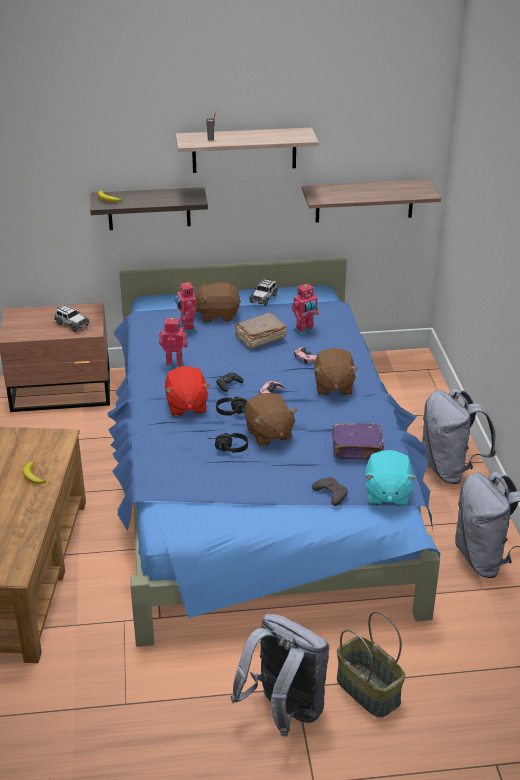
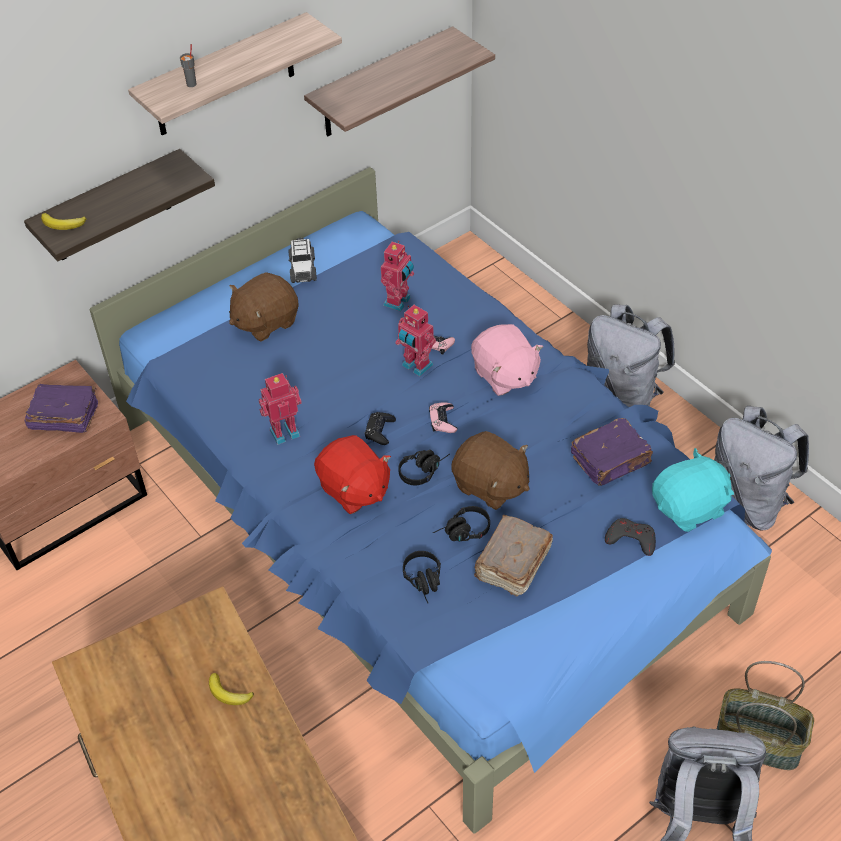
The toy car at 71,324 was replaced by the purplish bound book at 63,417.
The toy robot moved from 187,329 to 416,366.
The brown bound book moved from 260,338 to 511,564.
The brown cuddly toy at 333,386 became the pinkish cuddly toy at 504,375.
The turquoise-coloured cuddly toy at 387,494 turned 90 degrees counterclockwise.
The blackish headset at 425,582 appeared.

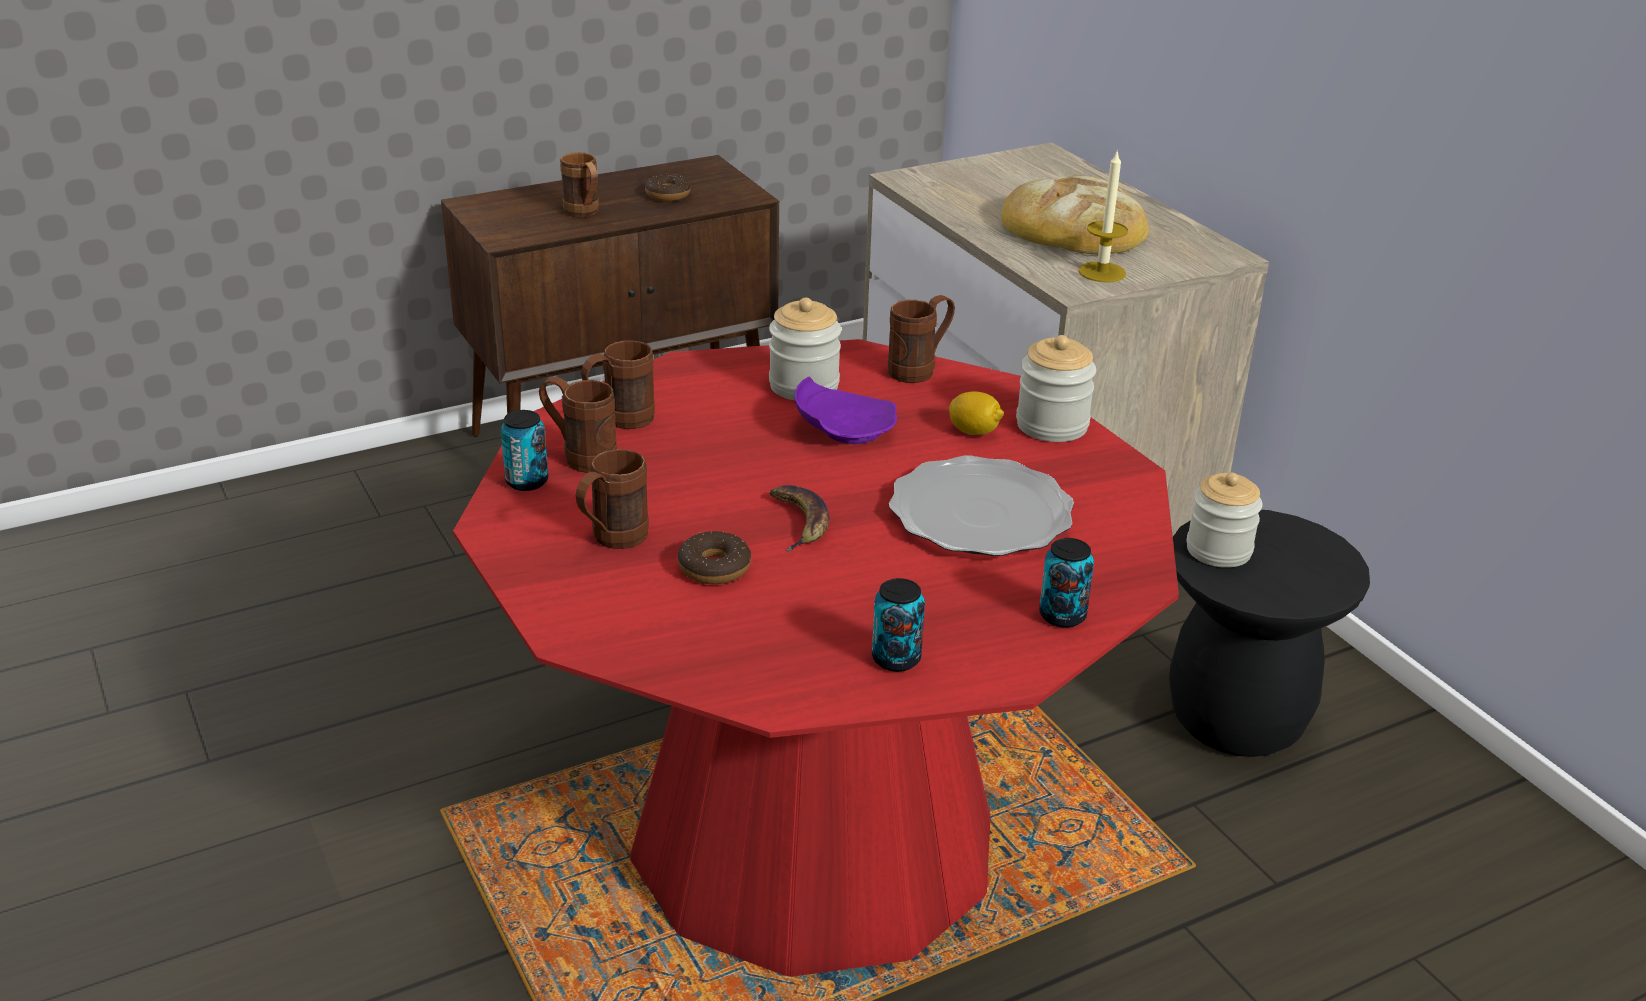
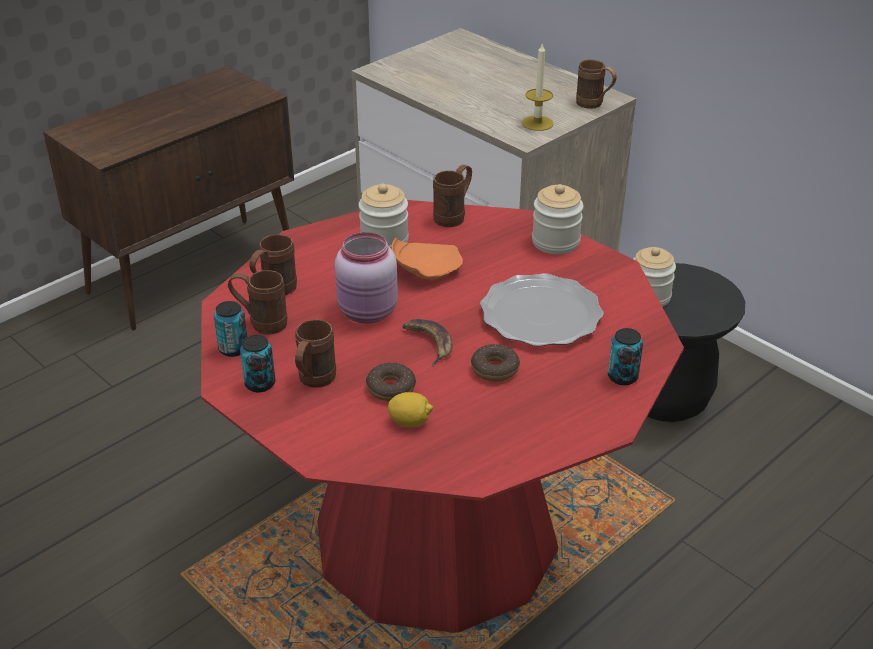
The brown coffee mug moved from 584,214 to 594,105.
The ring doughnut moved from 668,195 to 495,369.
The purplish dinner plate at 843,430 became the orange dinner plate at 425,270.
The metal can moved from 896,659 to 260,384.
The lemon moved from 974,431 to 410,422.
The bread at 1074,227 disappeared.
The pinkish preserve jar at 368,313 appeared.

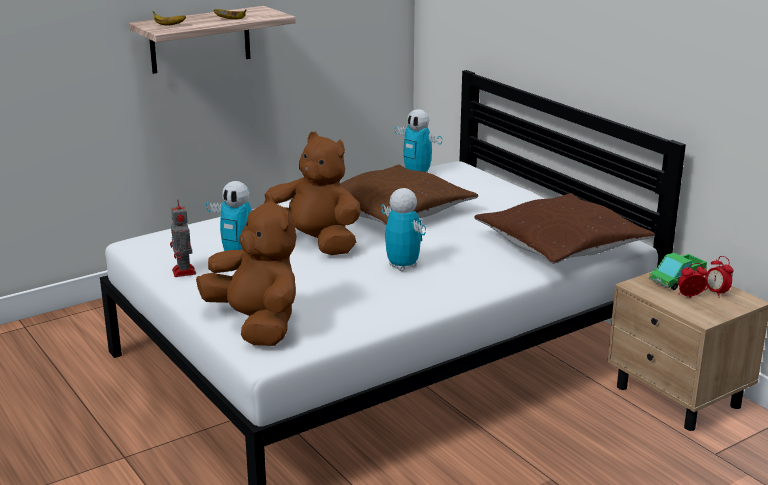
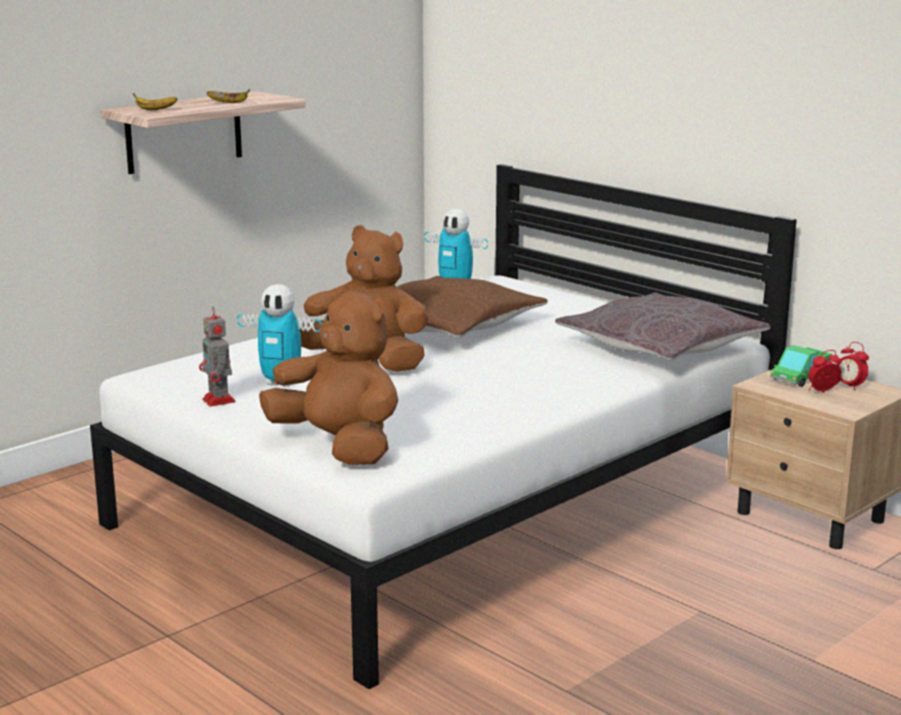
The toy robot at 402,266 disappeared.
The brown pillow at 561,244 became the grey pillow at 660,346.

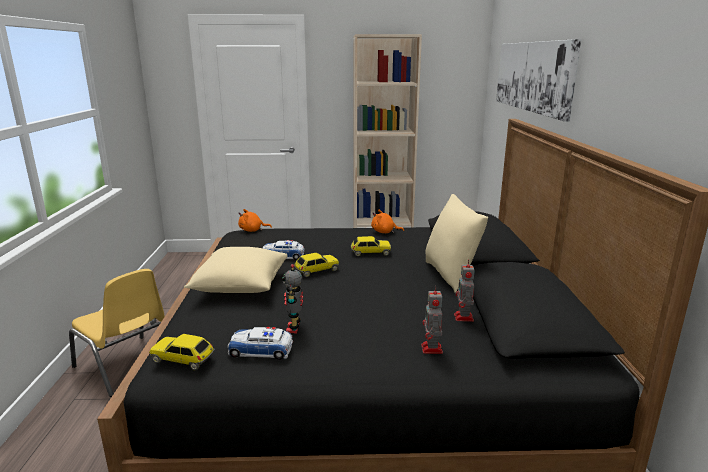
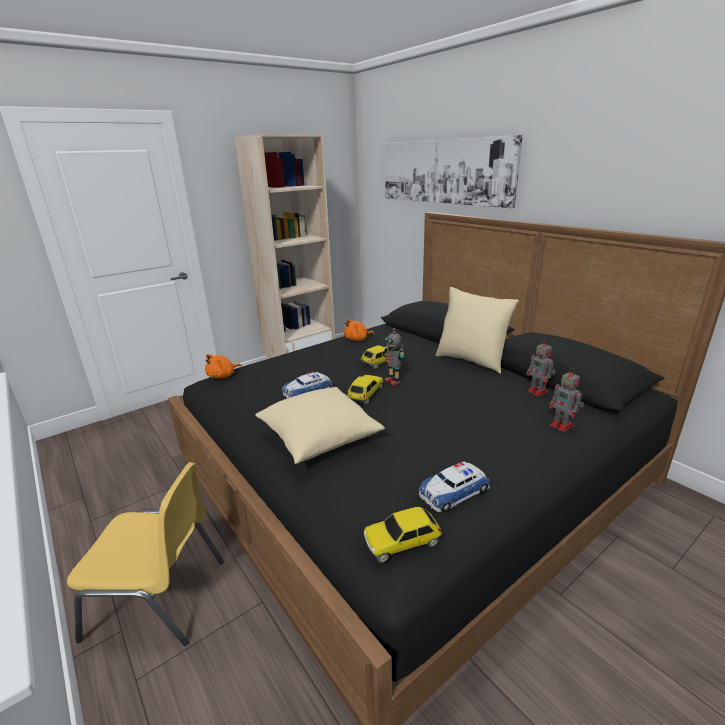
The toy robot moved from 294,328 to 393,381.

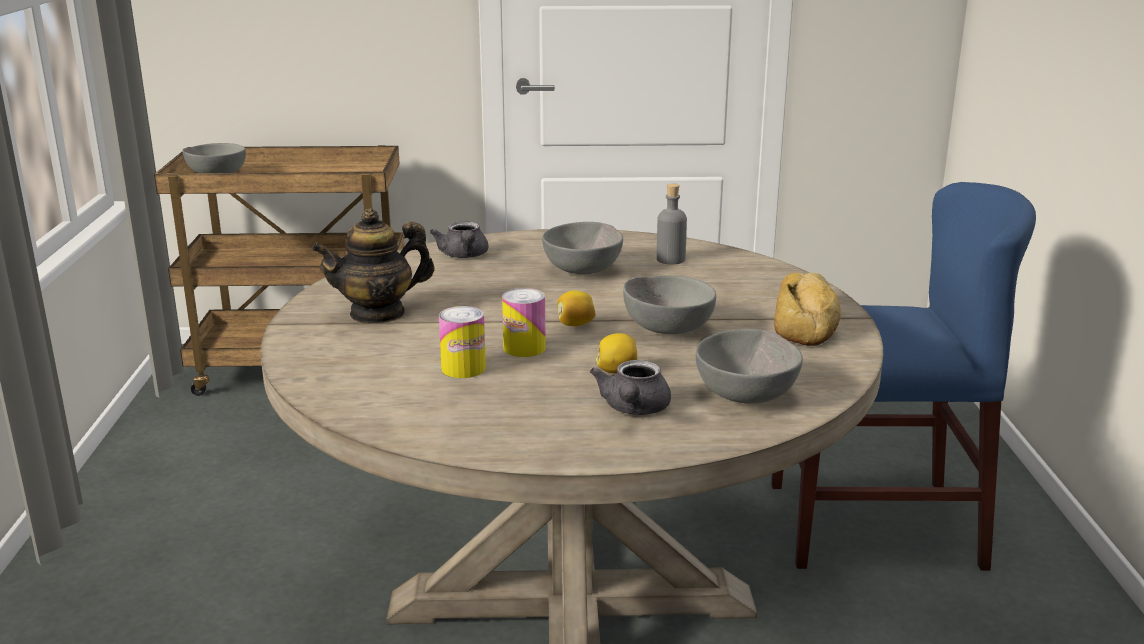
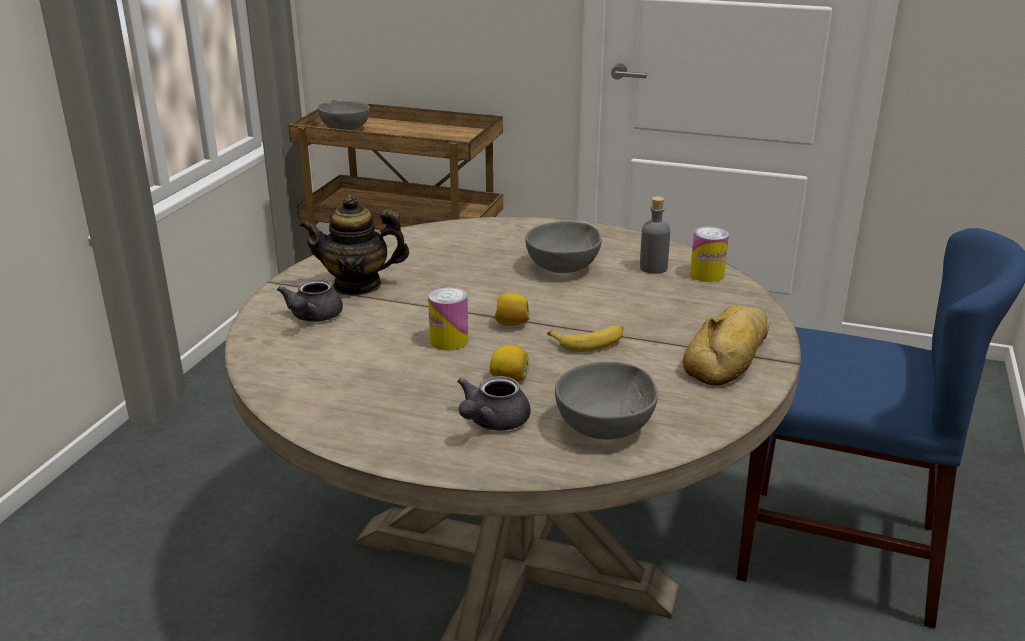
The grey tea pot moved from 464,256 to 313,317.
The metal can moved from 463,368 to 707,274.
The grey serving bowl at 667,329 was replaced by the whole banana at 589,342.

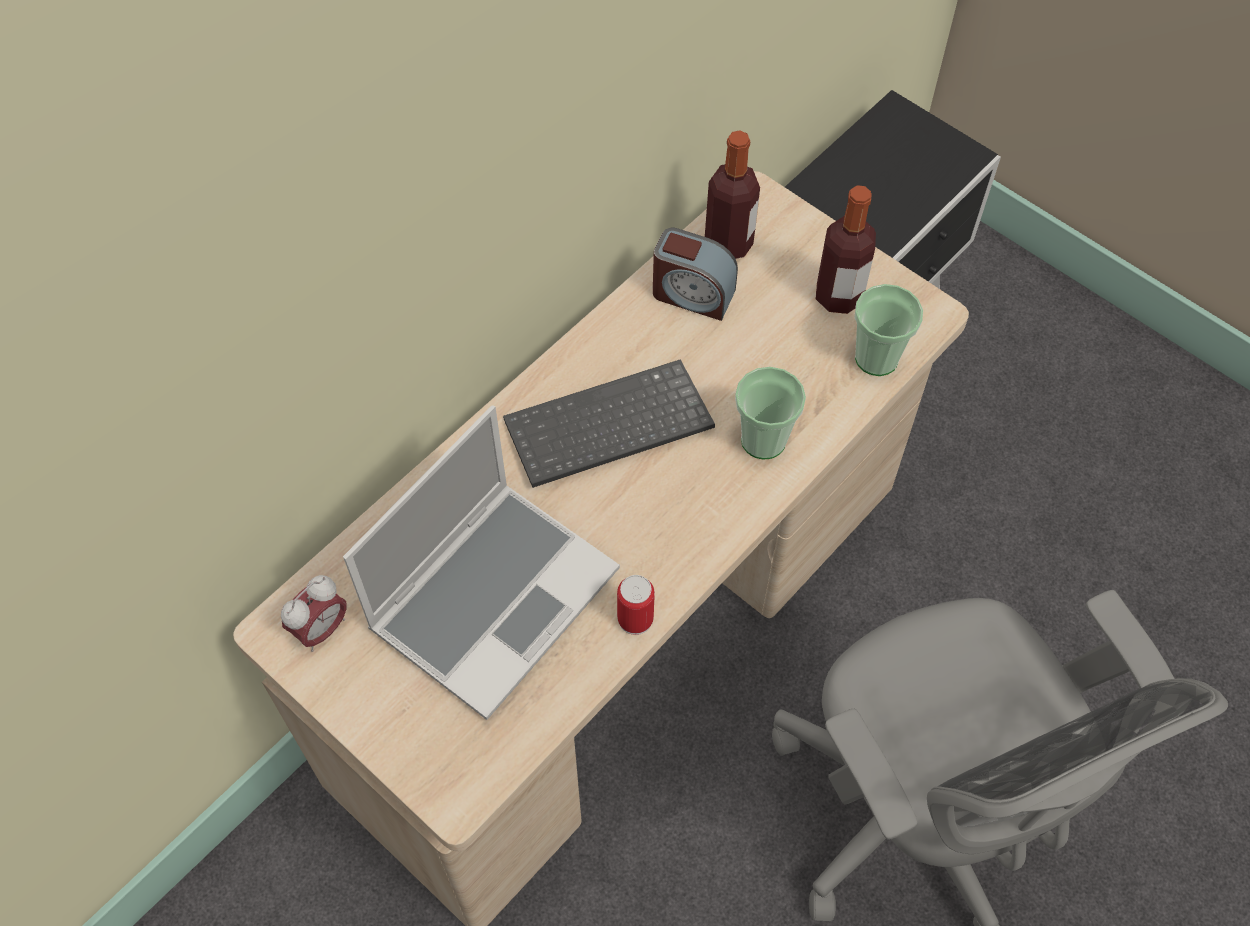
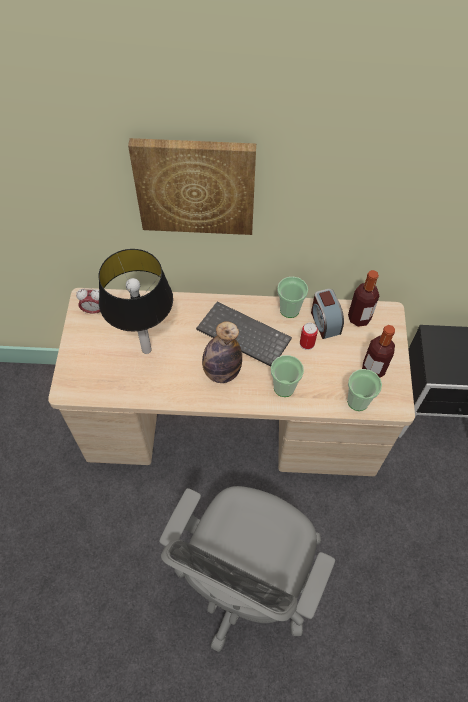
The notebook computer at 494,596 was replaced by the tabletop lamp at 147,349.
The metal can moved from 635,619 to 307,344.
The wall art at 195,186 appeared.
The drink bottle at 221,372 appeared.
The cup at 289,309 appeared.

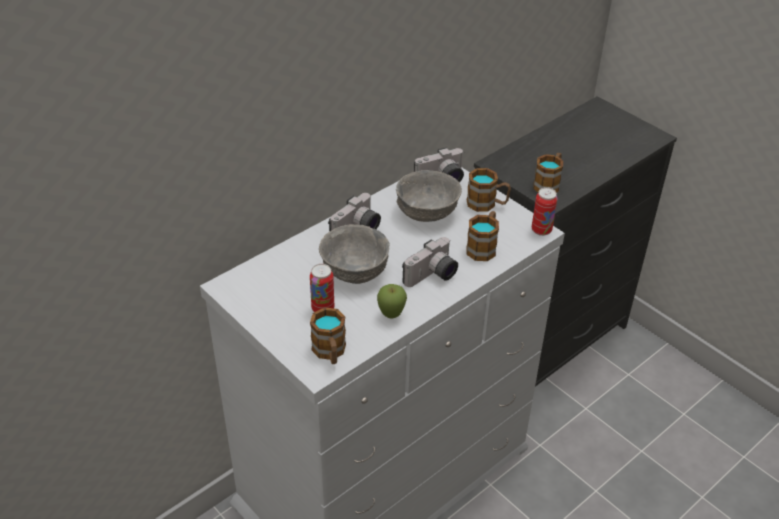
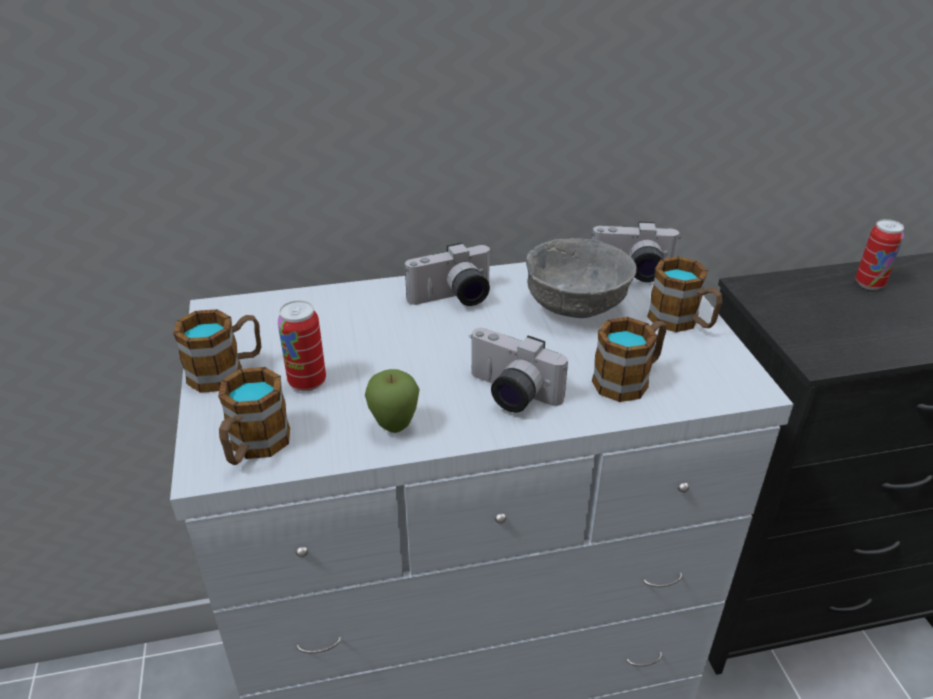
The grey serving bowl at 355,270 disappeared.
The still camera at 432,276 turned 45 degrees clockwise.
The metal can moved from 541,230 to 869,284.
The coffee mug moved from 548,183 to 227,371.

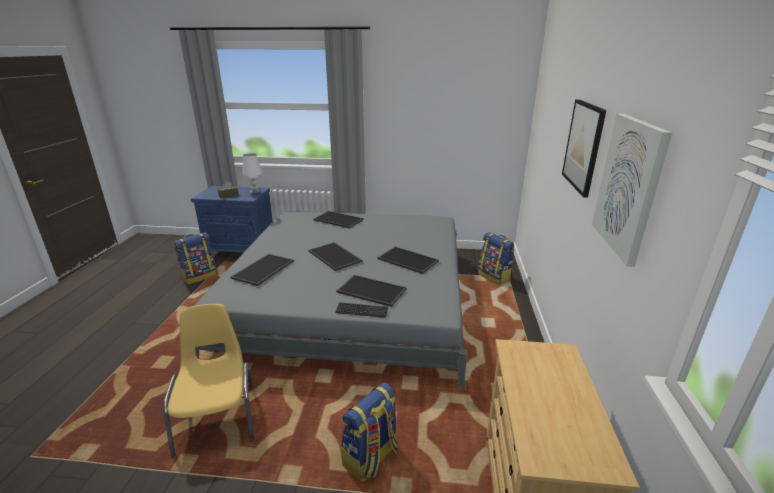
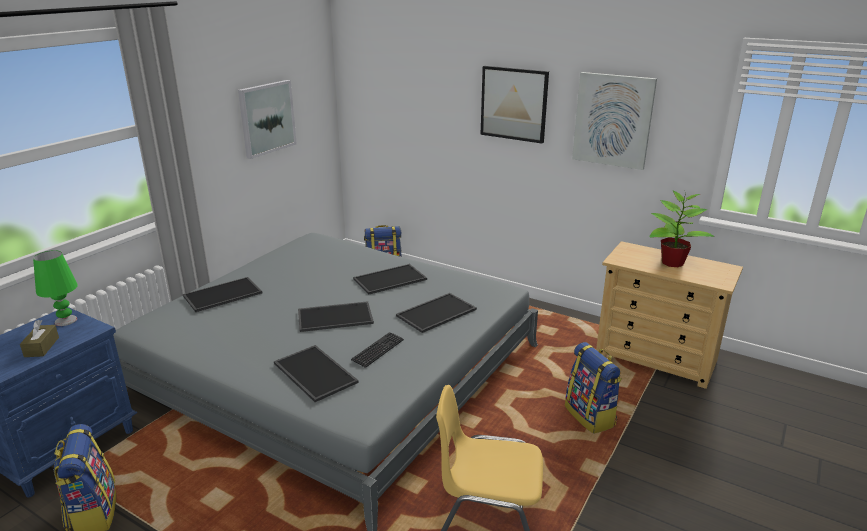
The whitish tabletop lamp at 255,191 became the green-coloured tabletop lamp at 66,320.
The PC keyboard moved from 362,311 to 378,350.
The wall art at 267,118 appeared.
The houseplant at 671,262 appeared.

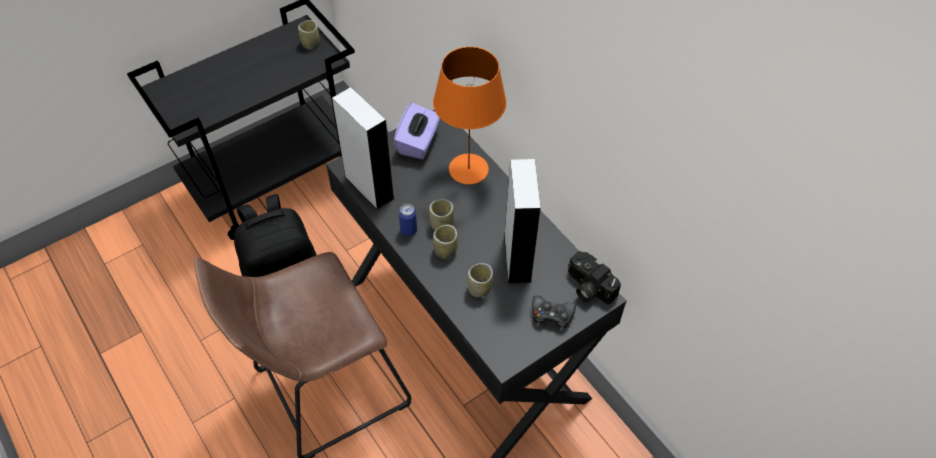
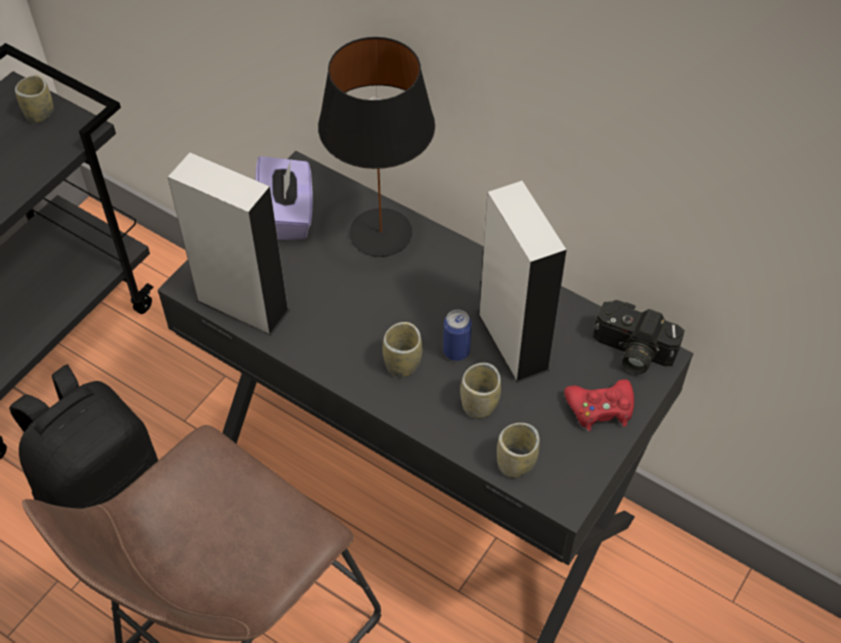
The metal can moved from 408,230 to 456,351.
The cup moved from 441,224 to 516,463.
The orange tabletop lamp at 469,169 became the blackish tabletop lamp at 382,232.
The blackish joypad at 551,315 became the red joypad at 600,408.

